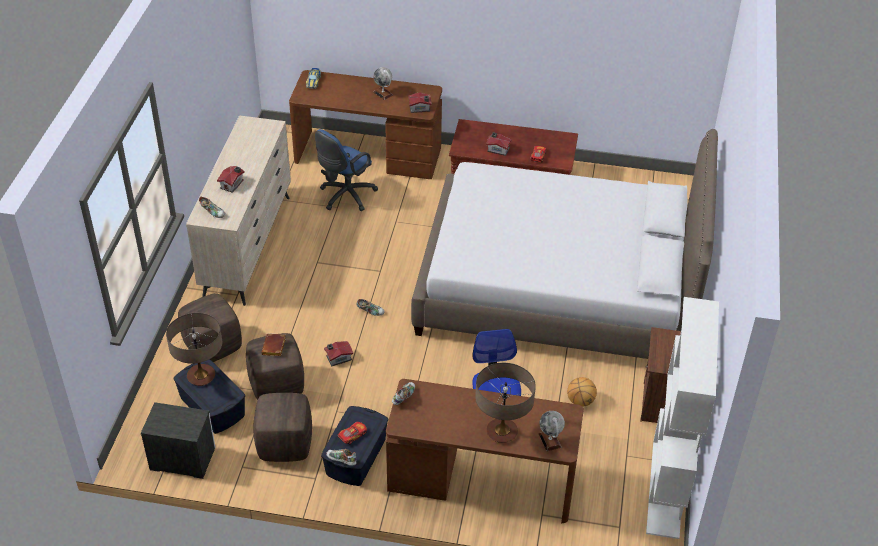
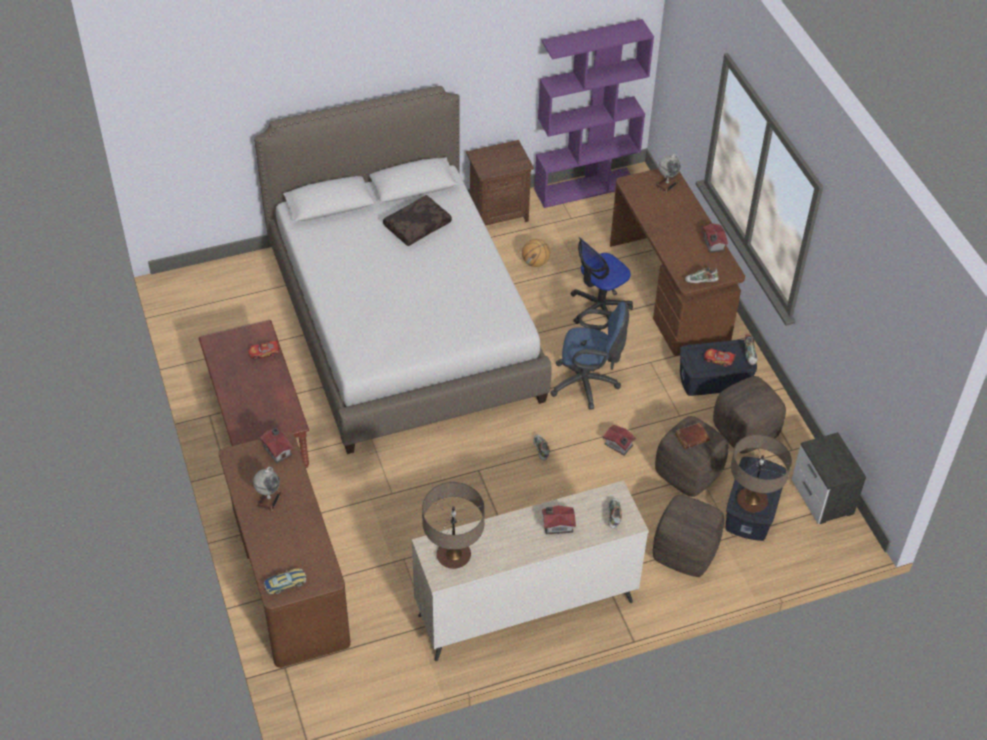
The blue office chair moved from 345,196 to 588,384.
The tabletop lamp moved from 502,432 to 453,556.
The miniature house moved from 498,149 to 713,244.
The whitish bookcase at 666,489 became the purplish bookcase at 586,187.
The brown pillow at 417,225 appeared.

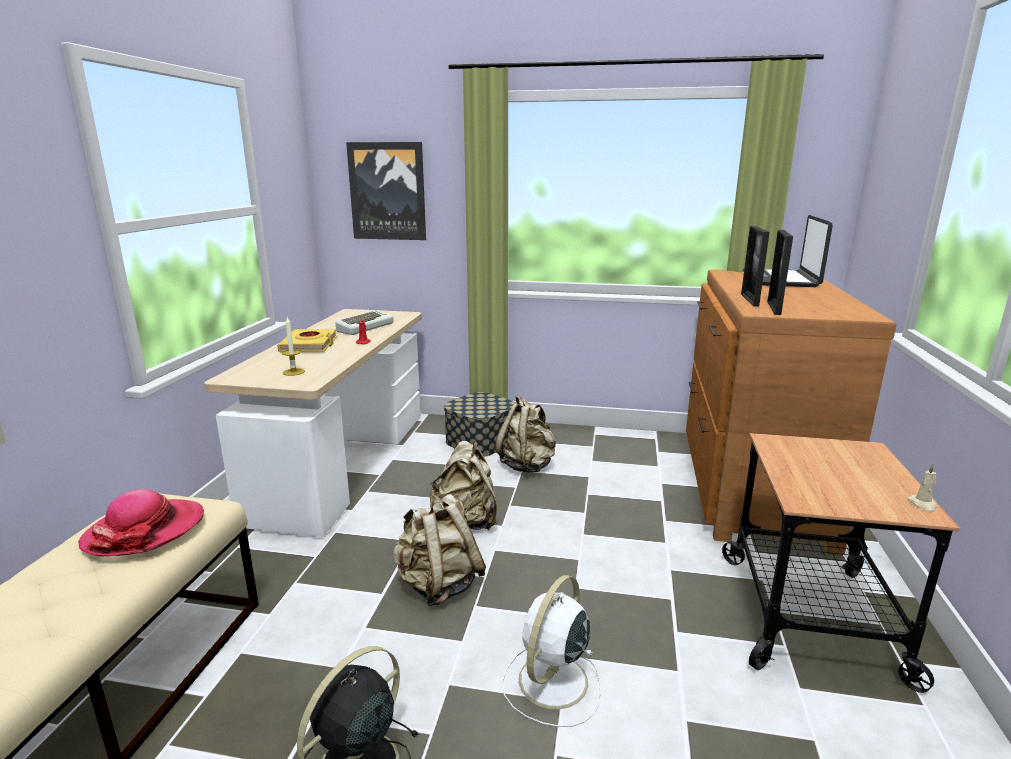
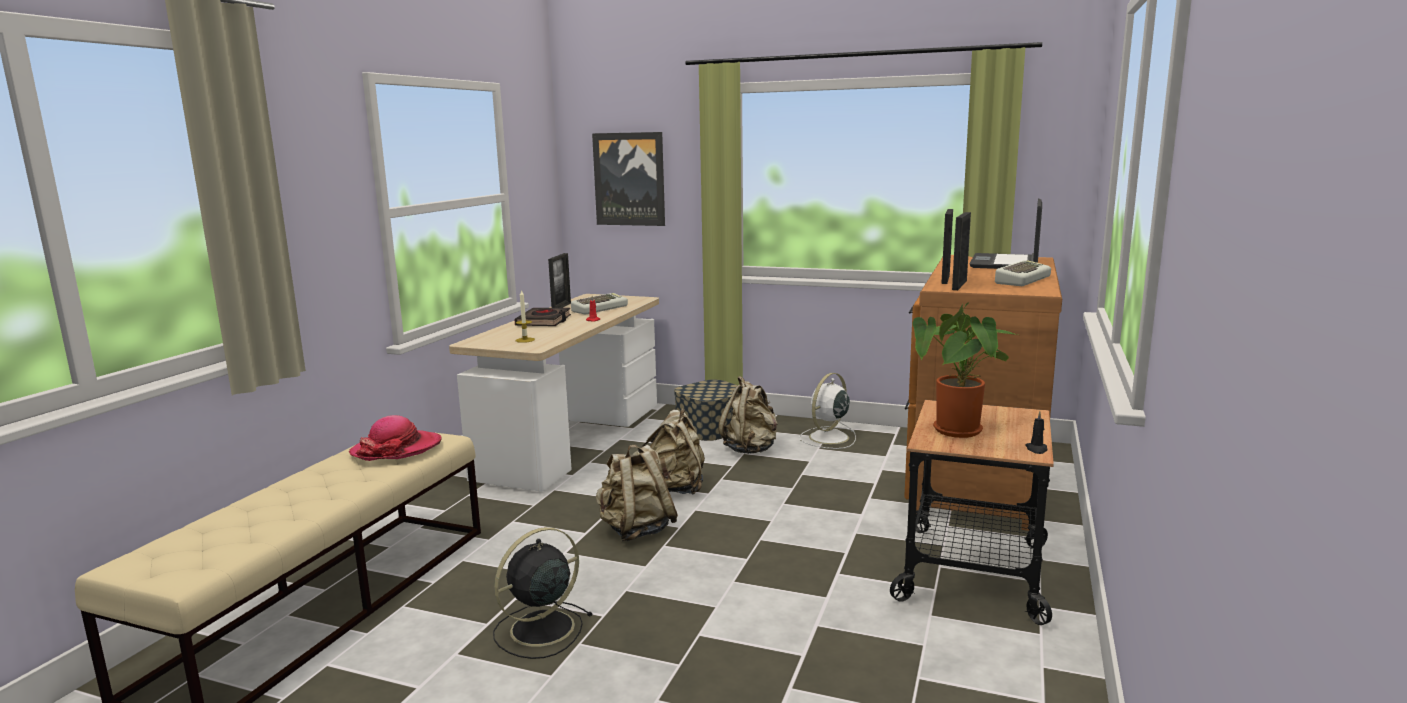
The yellowish bound book at 309,345 became the blackish bound book at 544,321.
The whitish cooling fan moved from 551,683 to 828,438.
The beige wax light at 923,505 became the blackish wax light at 1036,449.
The picture frame at 561,307 appeared.
The houseplant at 959,433 appeared.
The PC keyboard at 1021,280 appeared.

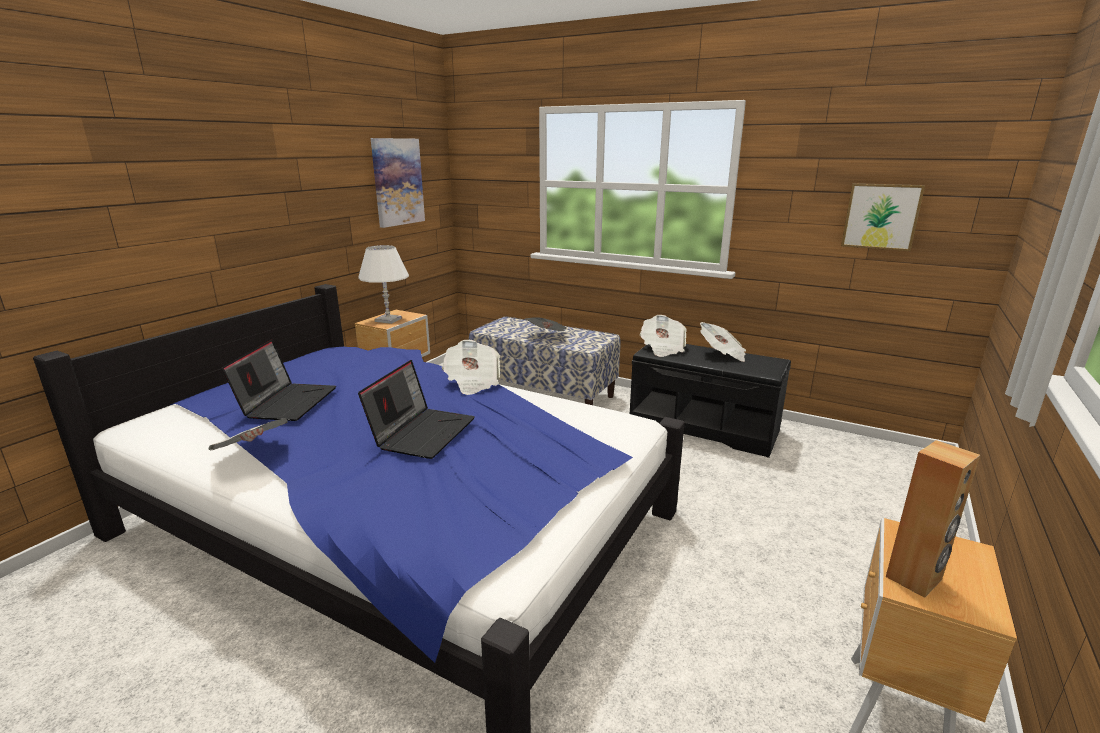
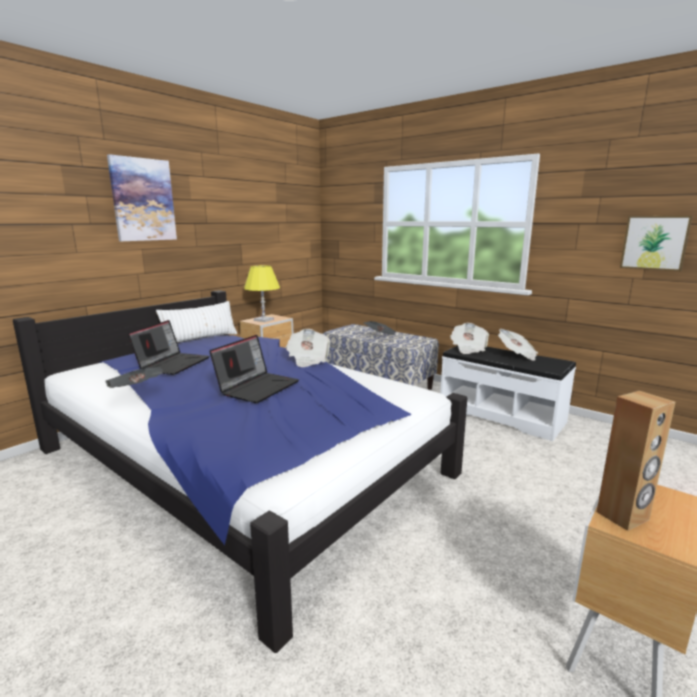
The whitish tabletop lamp at 388,320 became the yellowish tabletop lamp at 263,320.
The wall art moved from 397,182 to 143,200.
The blackish indoor bench at 703,427 became the whitish indoor bench at 501,415.
The whitish pillow at 200,339 appeared.

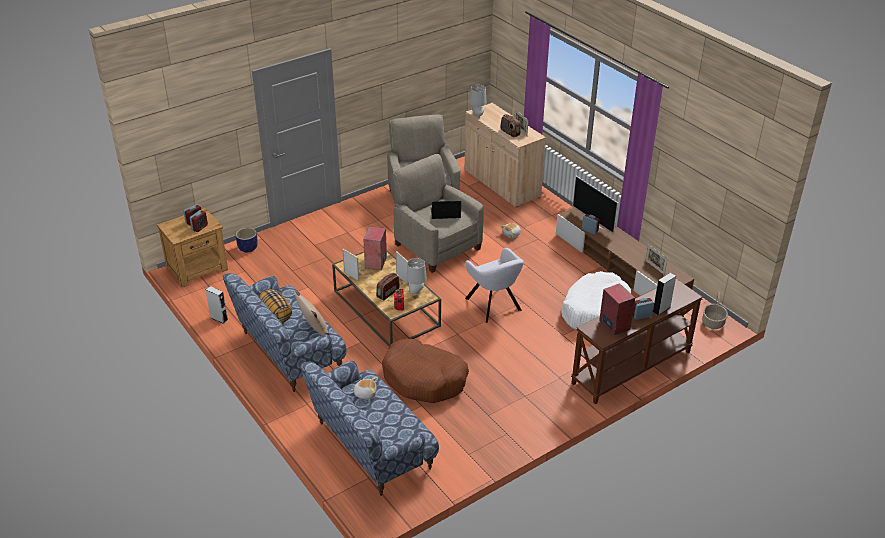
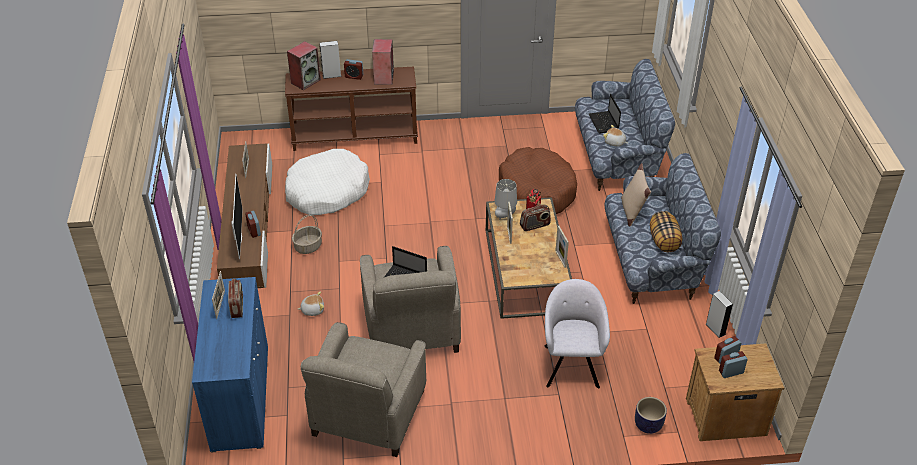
The loudspeaker moved from 376,262 to 305,81.
The beige cabinet at 501,184 became the blue cabinet at 241,398.
The grey easy chair moved from 494,305 to 571,363.
The grey tabletop lamp at 477,115 disappeared.
The storage basket moved from 713,323 to 308,246.
The notebook computer at 604,123 appeared.

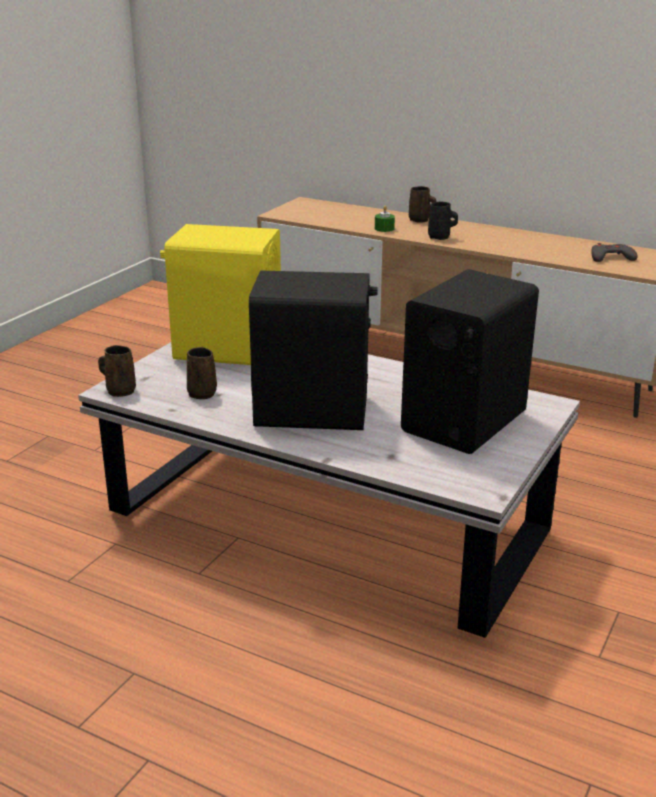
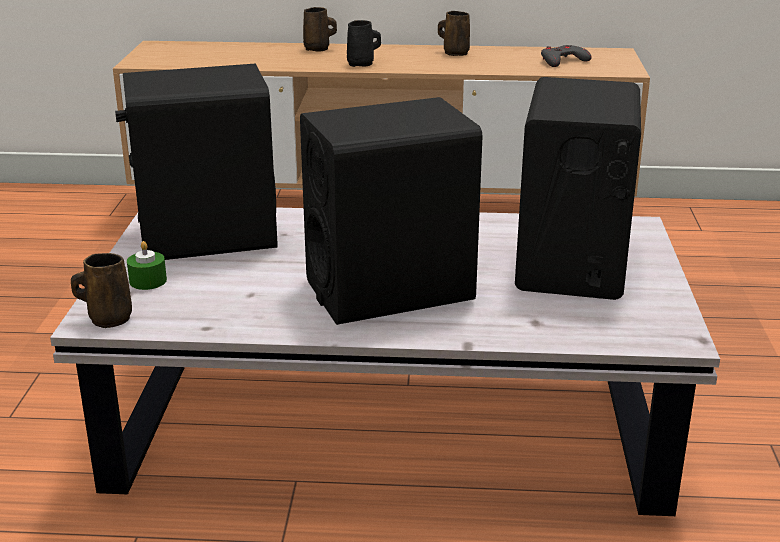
The yellowish loudspeaker at 227,350 became the blackish loudspeaker at 206,237.
The brown coffee mug moved from 201,393 to 454,53.
The green-coloured wax light moved from 384,228 to 148,281.

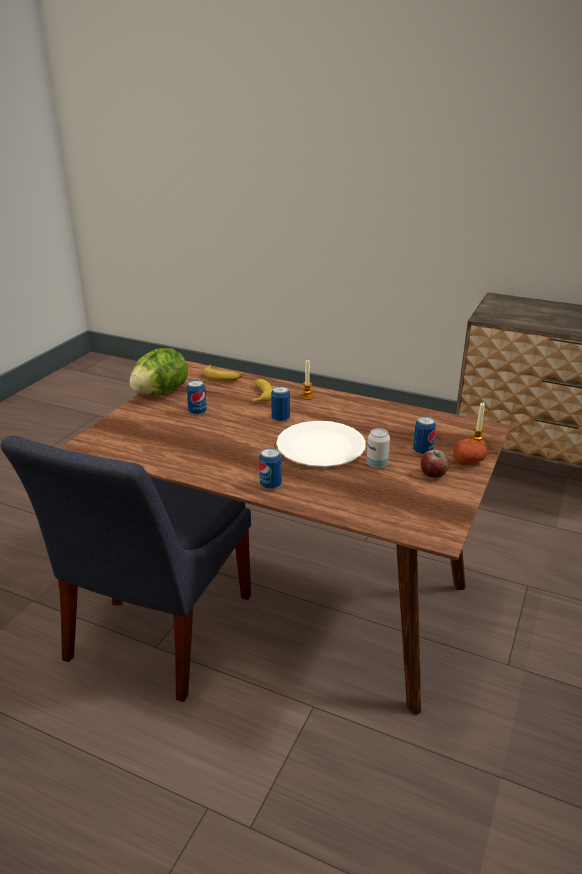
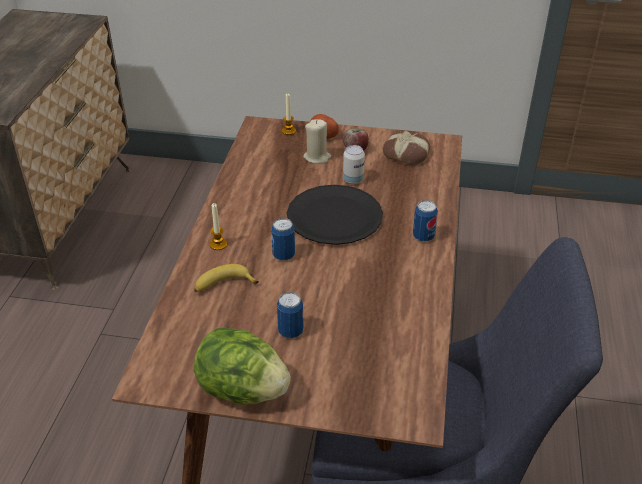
The whole banana at 222,377 disappeared.
The whitish dinner plate at 320,446 became the blackish dinner plate at 334,217.
The metal can at 422,451 was replaced by the beige wax light at 317,157.
The bread at 407,153 appeared.

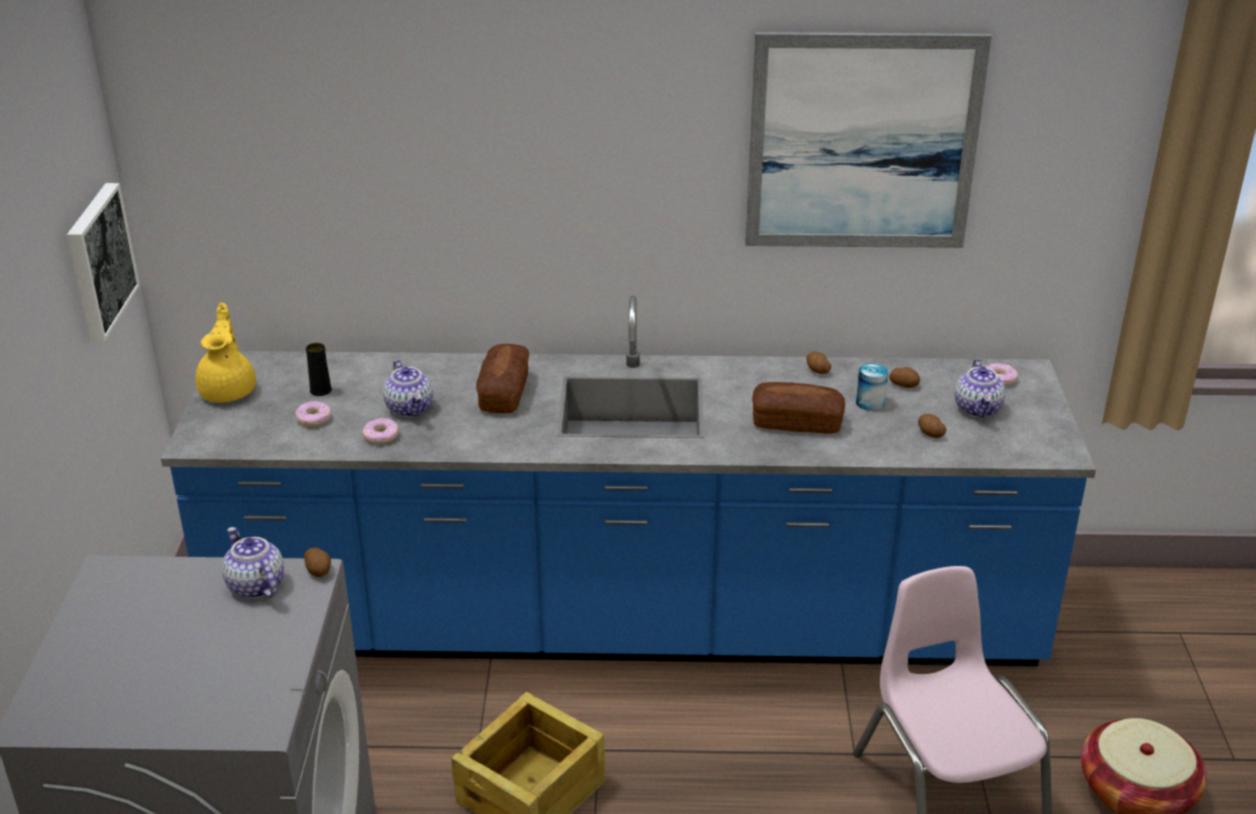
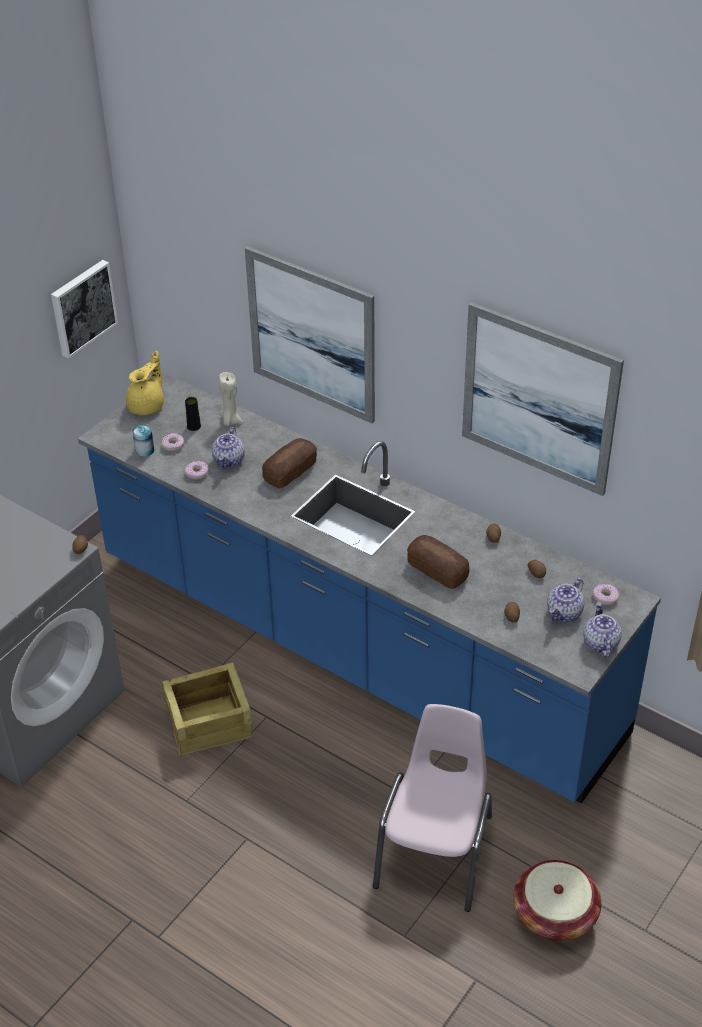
The tea pot moved from 255,585 to 600,643.
The metal can moved from 870,403 to 144,450.
The beige wax light at 230,421 appeared.
The wall art at 311,334 appeared.

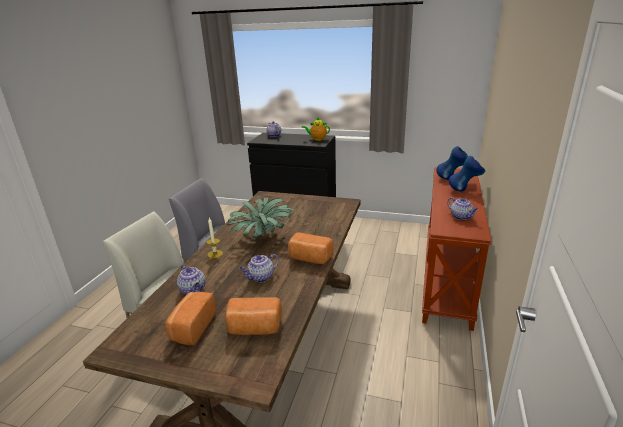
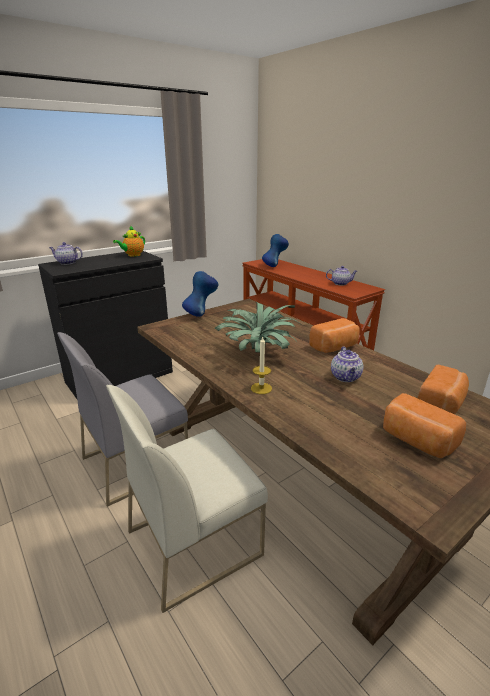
The tea pot at 193,290 disappeared.
The blue decorative vase moved from 464,190 to 201,314.

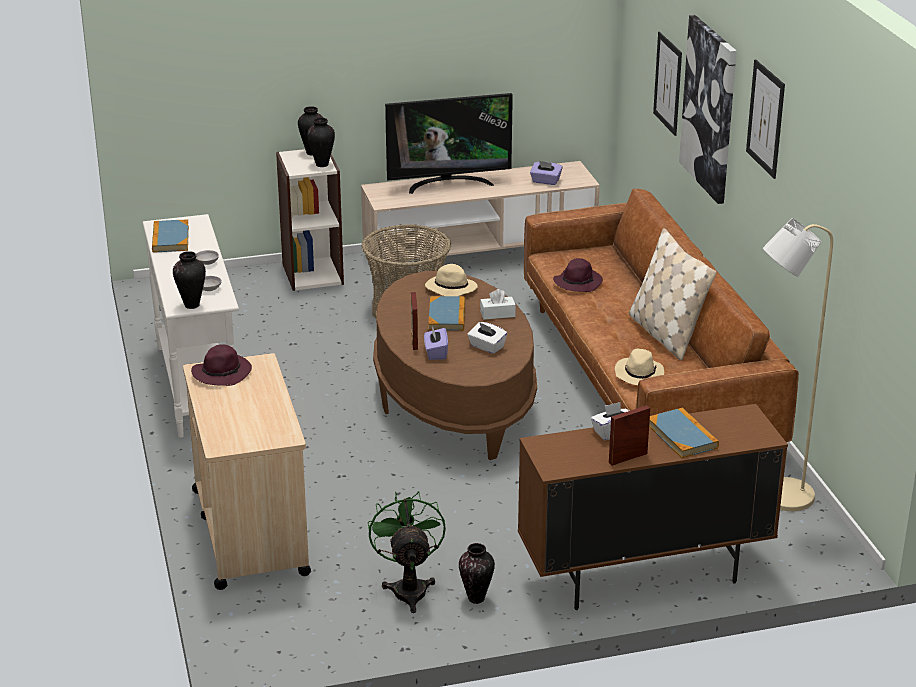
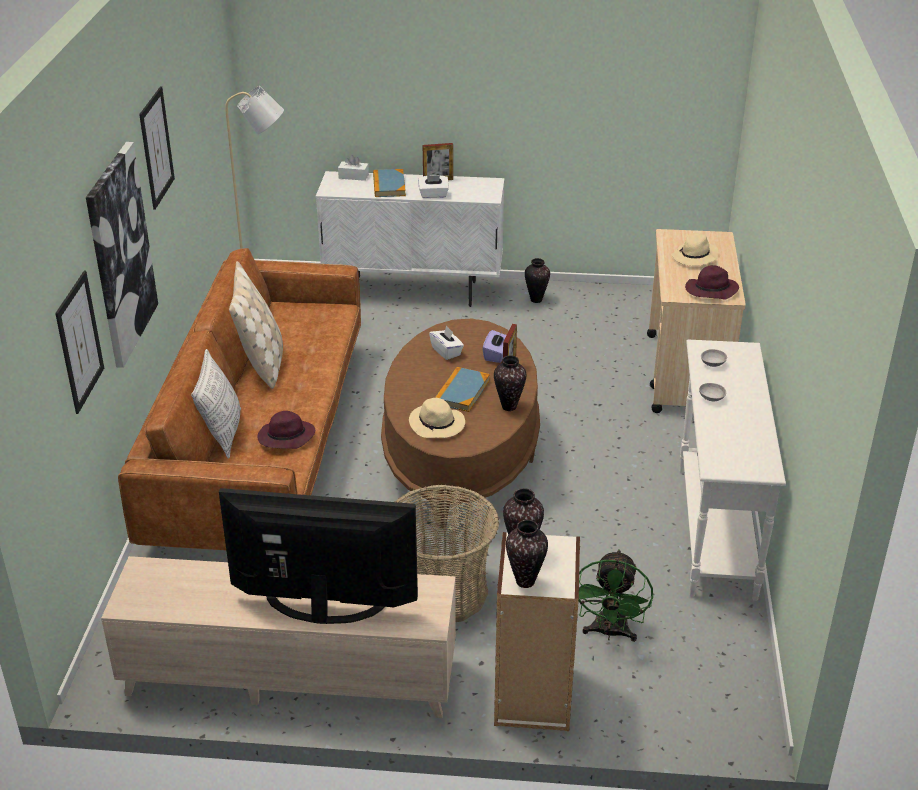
The bound book at 170,239 disappeared.
The decorative vase moved from 191,305 to 509,406.
The green-coloured cooling fan moved from 409,587 to 609,633.
The whitish tissue box moved from 497,314 to 353,176.
The brown cabinet at 644,576 became the whitish cabinet at 414,291.
The purplish tissue box at 545,181 disappeared.
The beige hat moved from 639,374 to 695,257.
The pillow at 222,433 appeared.

